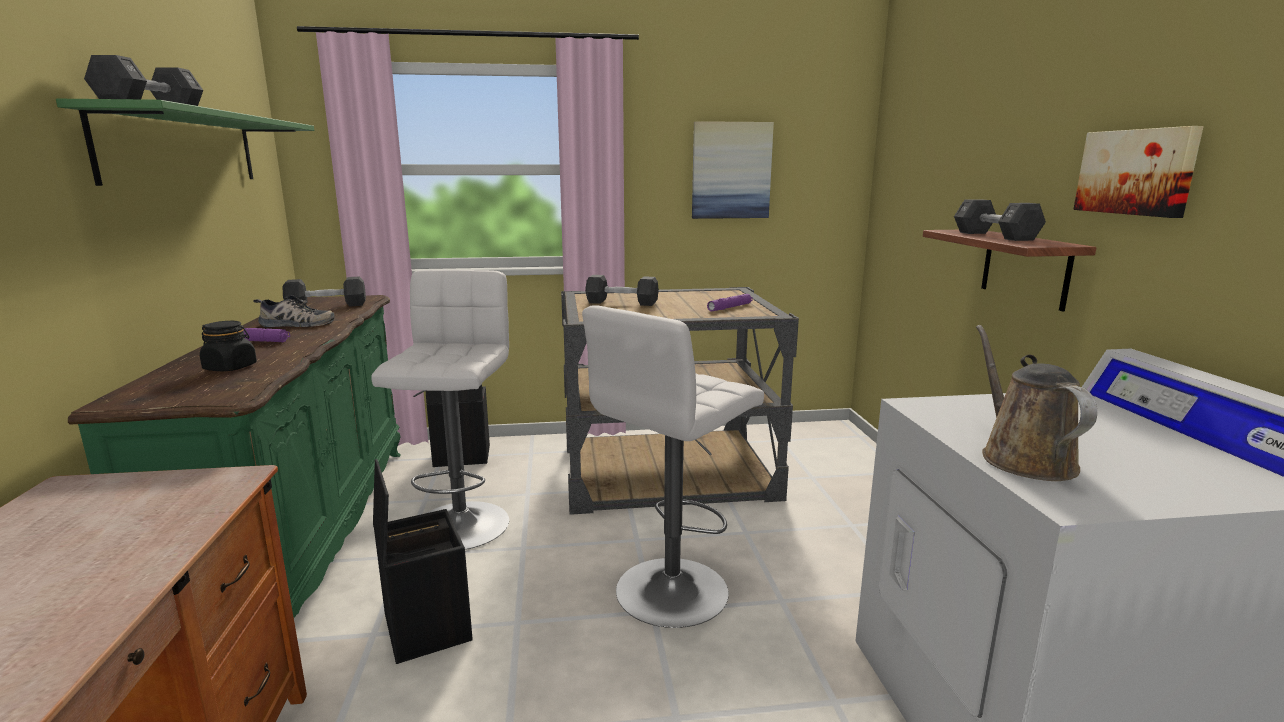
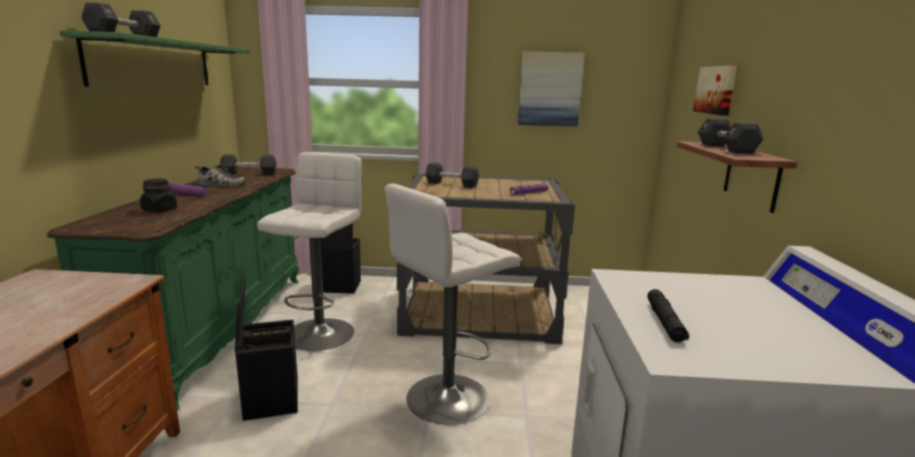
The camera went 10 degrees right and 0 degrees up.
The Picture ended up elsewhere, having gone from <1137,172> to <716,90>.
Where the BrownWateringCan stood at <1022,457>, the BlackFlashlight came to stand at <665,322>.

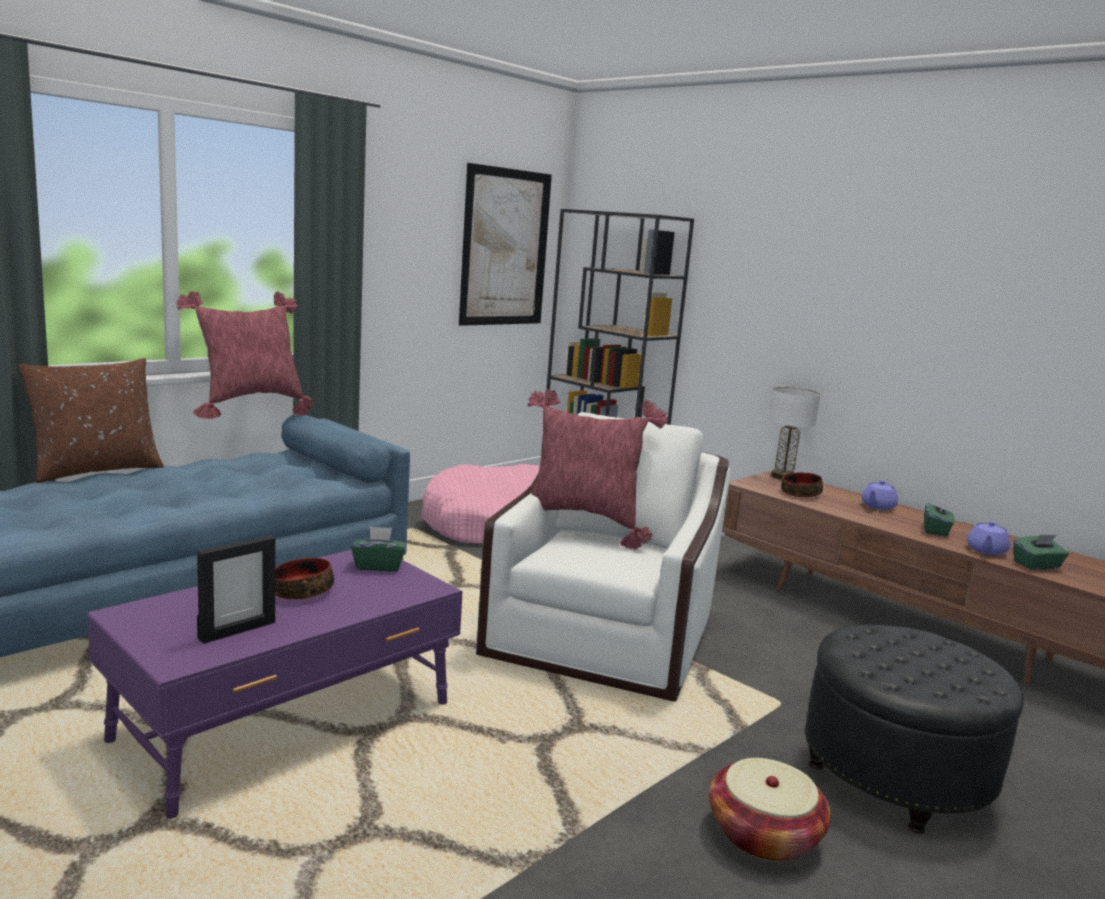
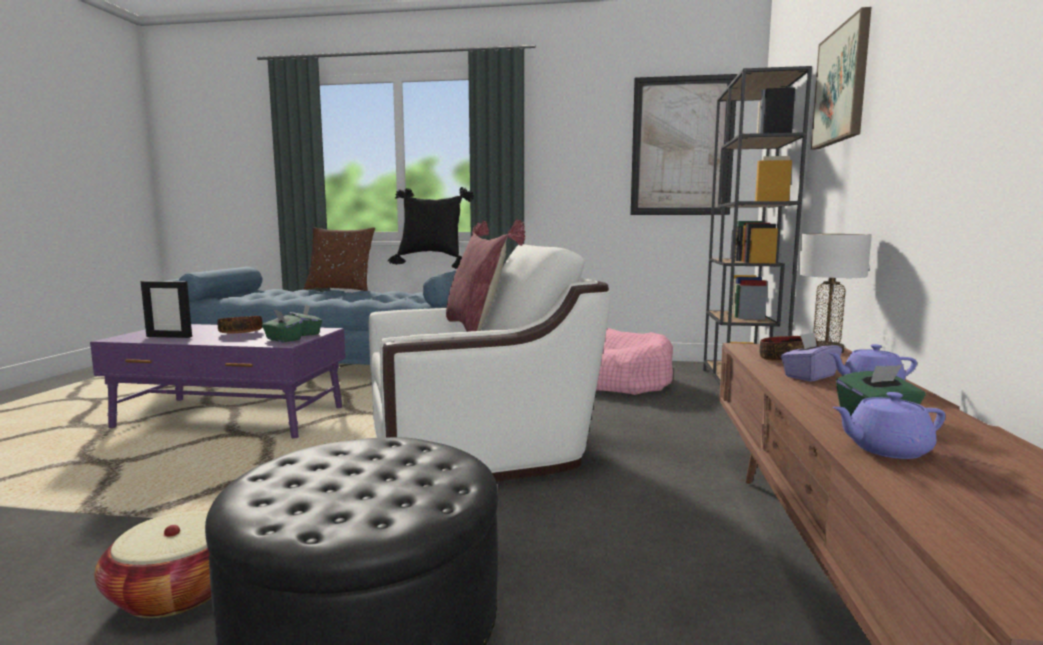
The camera went 55 degrees right and 5 degrees down.
What was the RedPillow at <248,416> turned into the BlackPillow at <432,268>.
The GreenTissueBox ended up elsewhere, having gone from <1037,565> to <283,339>.
The second view gained the Picture at <842,85>.
The second view gained the PurpleTissueBox at <809,376>.

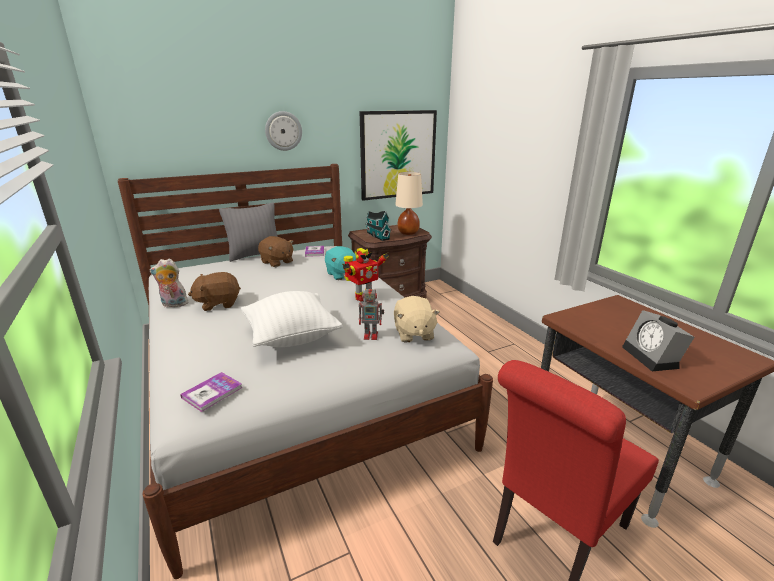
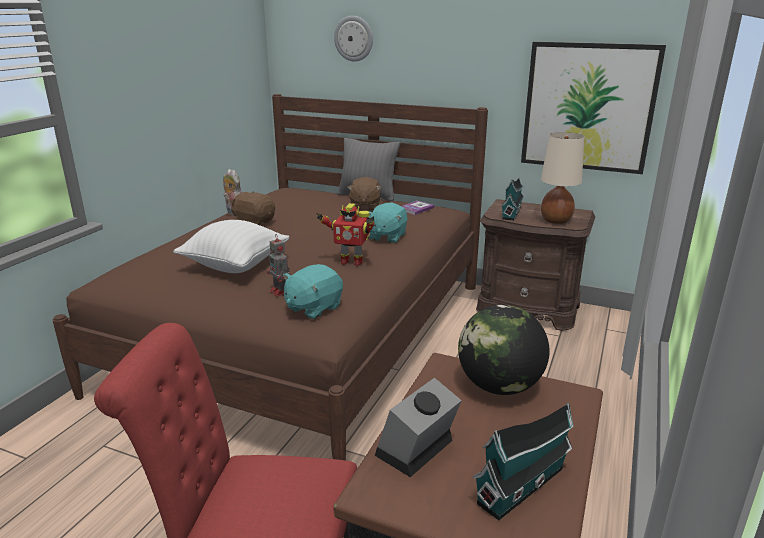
The camera went 50 degrees right and 0 degrees up.
The WallClock ended up elsewhere, having gone from <283,131> to <354,38>.
What was the WhiteBed at <292,385> turned into the BrownBed at <306,334>.
What was the BeigePlushToy at <413,334> turned into the TurquoisePlushToy at <313,308>.
The second view lost the Book at <212,392>.
The second view gained the Globe at <499,386>.
The second view gained the ToyHouse at <523,484>.

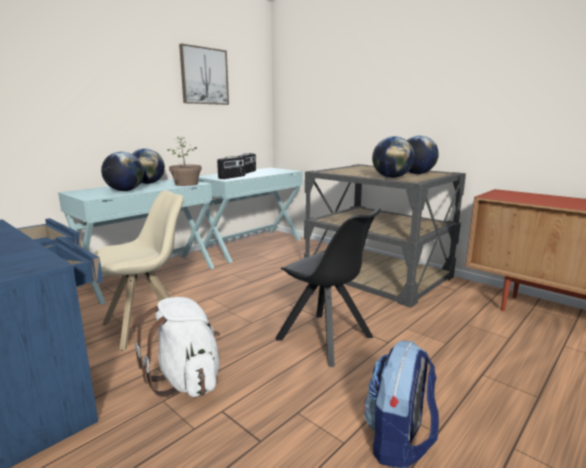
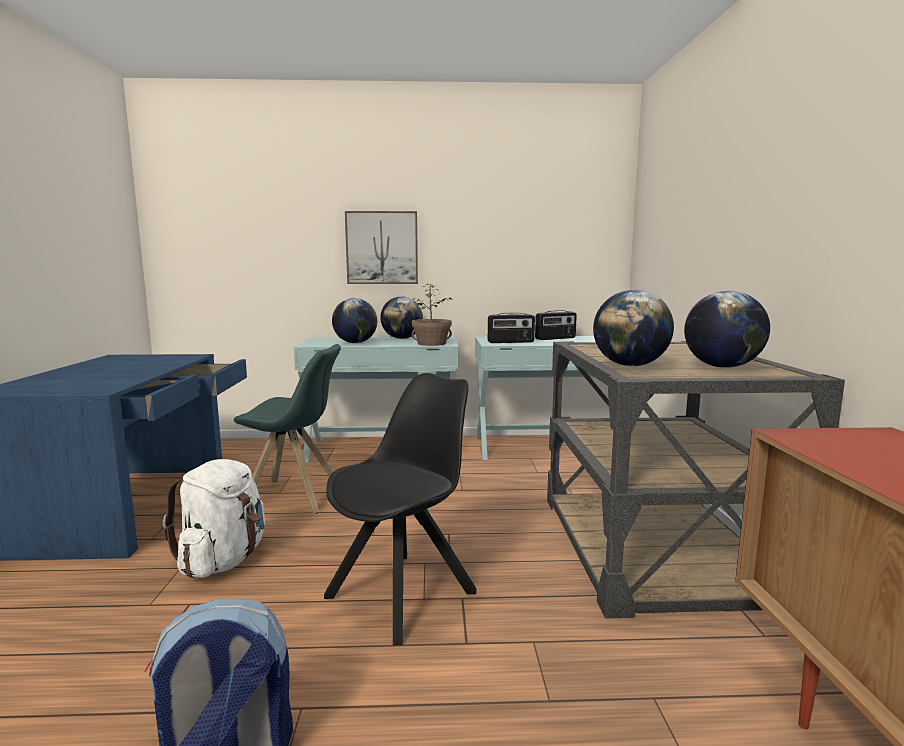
The camera went 45 degrees right and 5 degrees down.
The Picture ended up elsewhere, having gone from <204,76> to <382,248>.
What was the BeigeChair at <147,325> turned into the TurquoiseChair at <294,496>.
The BlackChair at <326,339> ended up facing another way, 135 degrees counterclockwise from before.

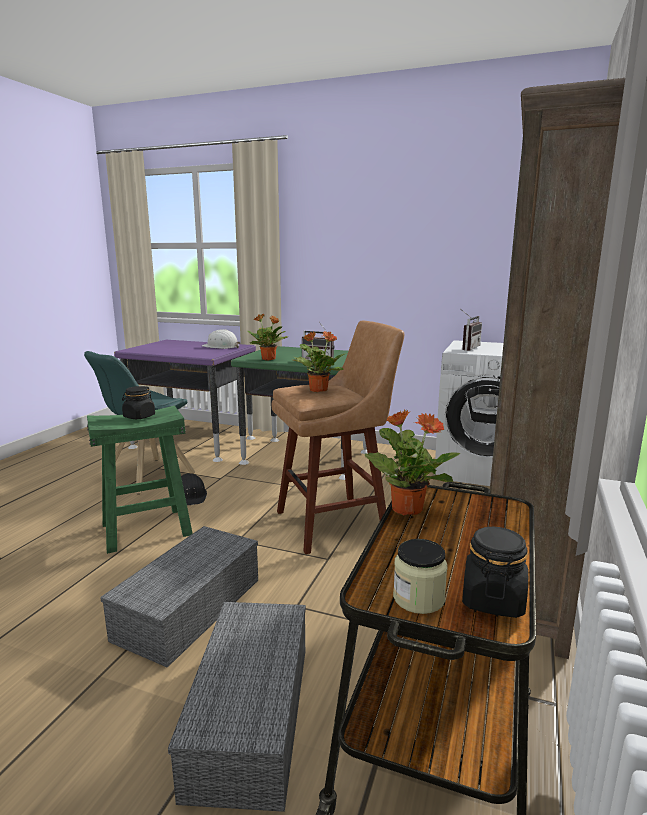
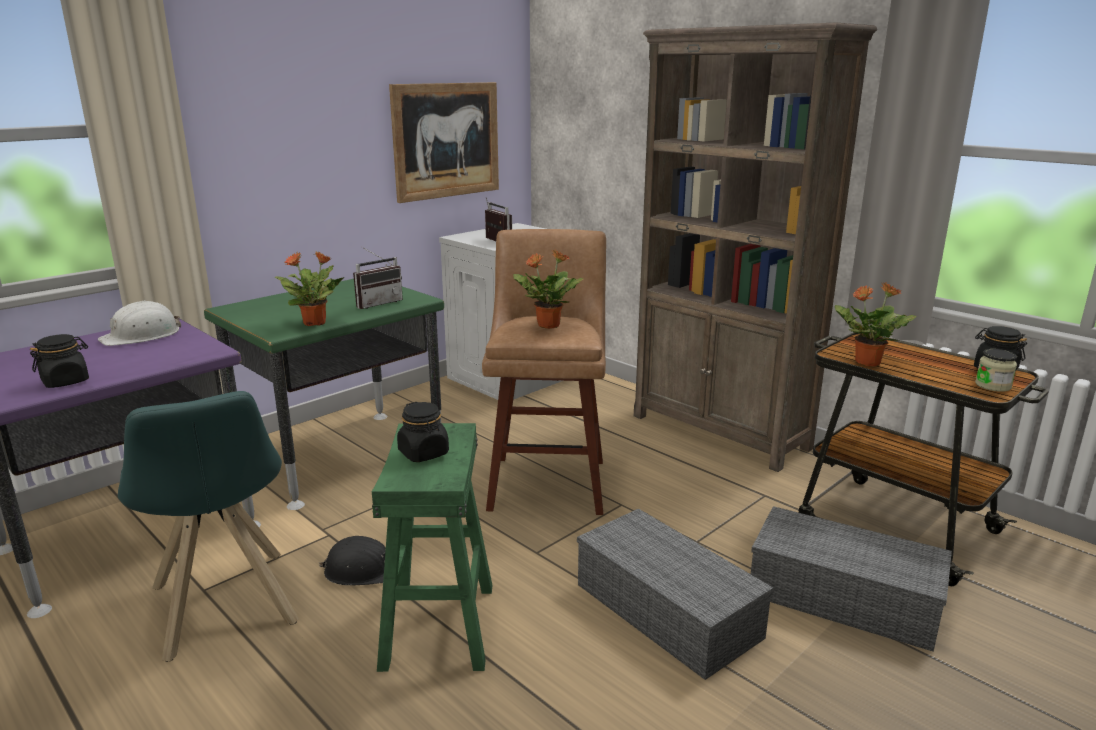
The camera went 65 degrees left and 5 degrees up.
The second view gained the Picture at <446,140>.
The second view gained the BlackJar at <66,381>.

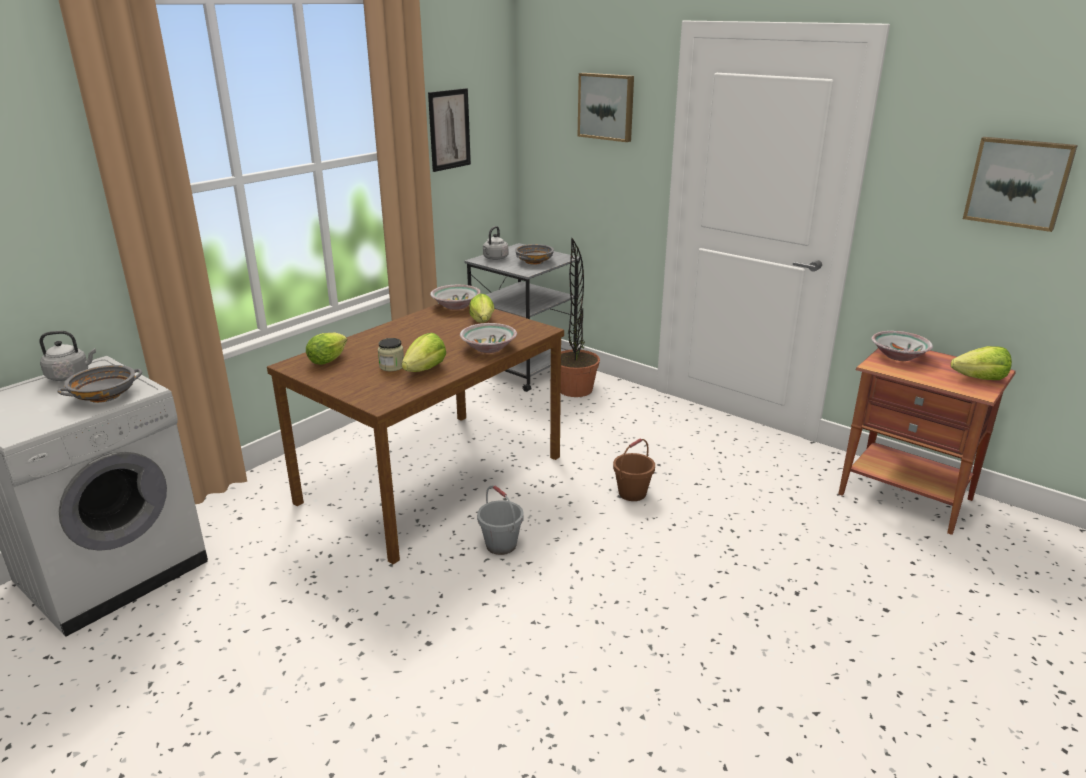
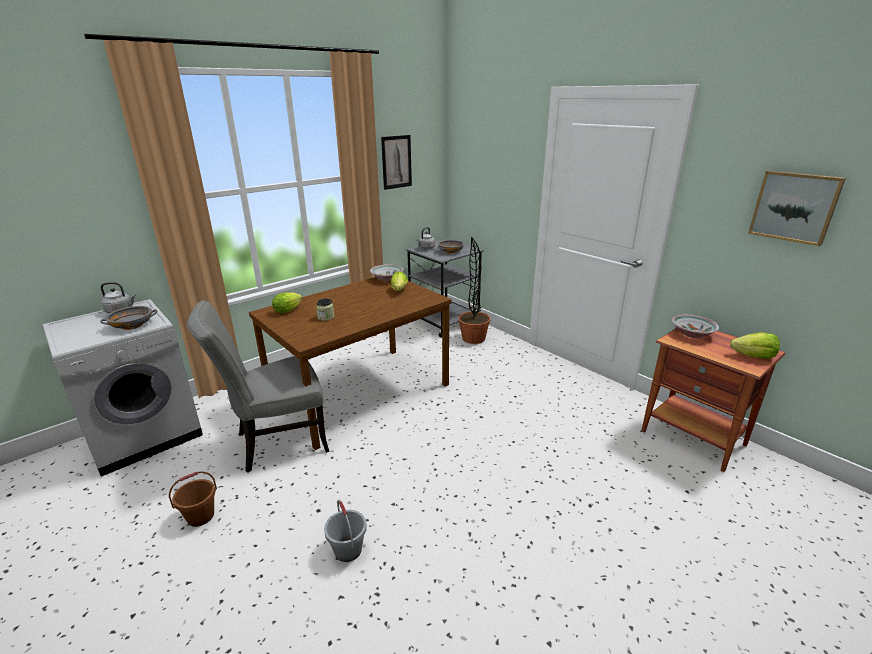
The camera went 10 degrees right and 0 degrees up.
The second view lost the Picture at <607,106>.
The second view lost the Bowl at <489,348>.
The second view lost the Lettuce at <425,369>.
The BrownBucket ended up elsewhere, having gone from <632,493> to <200,516>.
The GreyBucket ended up elsewhere, having gone from <500,545> to <348,550>.
The second view gained the GreyChair at <276,442>.

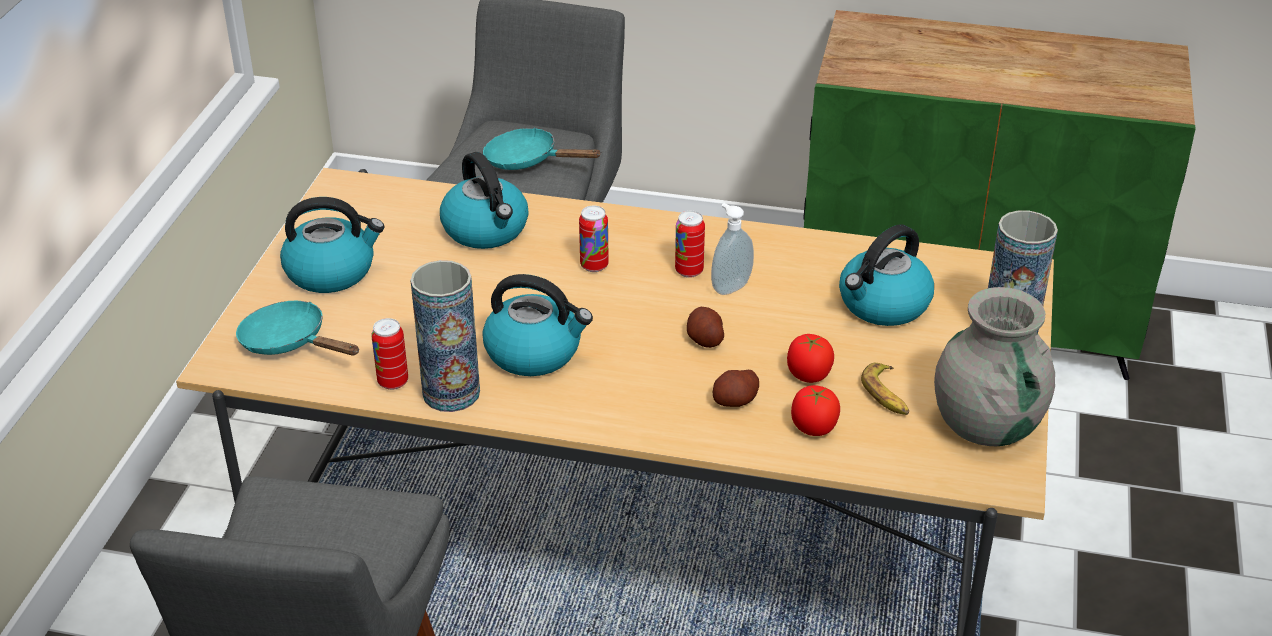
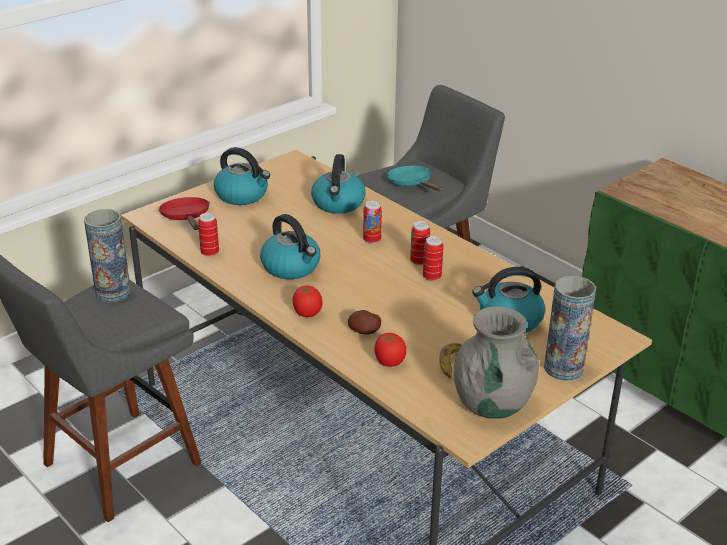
The camera went 35 degrees right and 5 degrees down.
Where the SoapDispenser stood at <729,286>, the Can came to stand at <432,277>.
The Vase ended up elsewhere, having gone from <451,393> to <113,292>.
What was the TurquoiseFryingPan at <290,342> turned into the RedFryingPan at <186,218>.
The second view lost the Potato at <705,339>.
The Tomato ended up elsewhere, having gone from <808,376> to <307,313>.

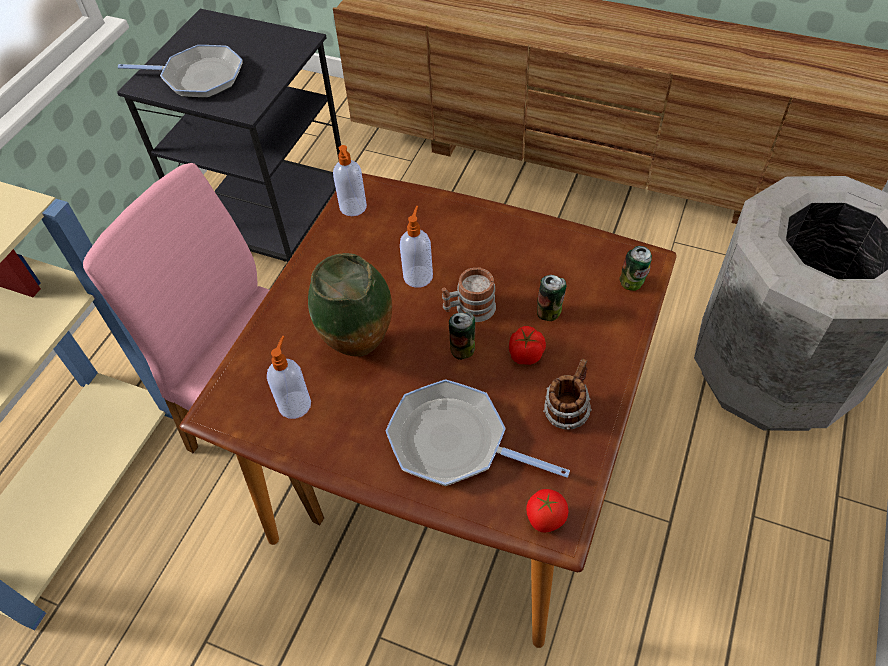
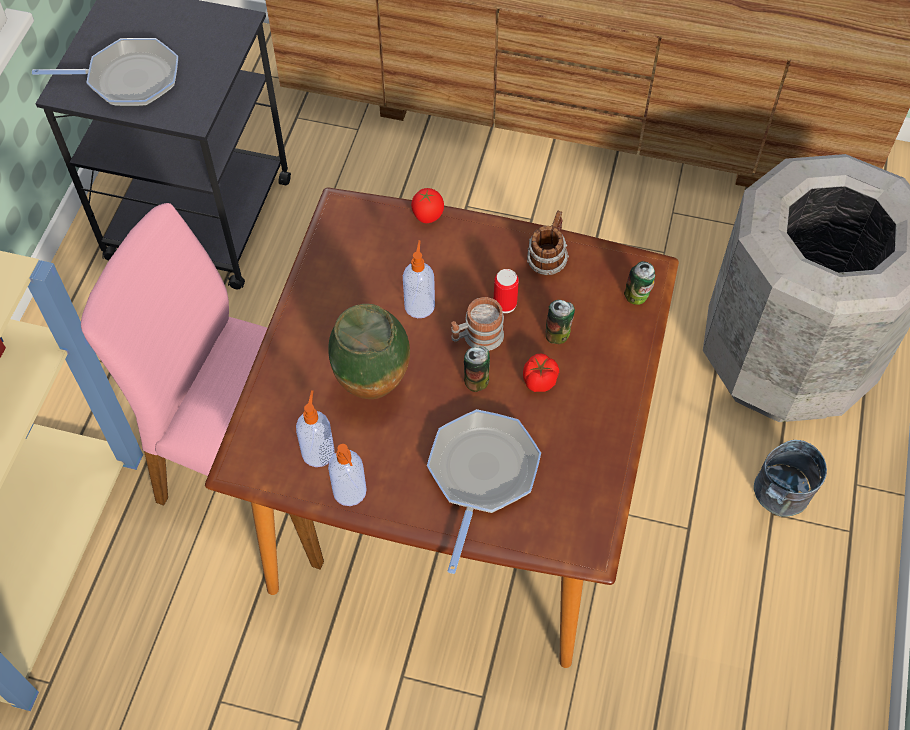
The camera went 10 degrees left and 5 degrees up.
The SoapDispenser ended up elsewhere, having gone from <353,207> to <350,492>.
The Mug ended up elsewhere, having gone from <566,410> to <547,259>.
The FryingPan at <454,441> ended up facing another way, 90 degrees clockwise from before.
The Tomato ended up elsewhere, having gone from <545,520> to <427,217>.
The second view gained the Can at <505,304>.
The second view gained the GreyBucket at <777,500>.

